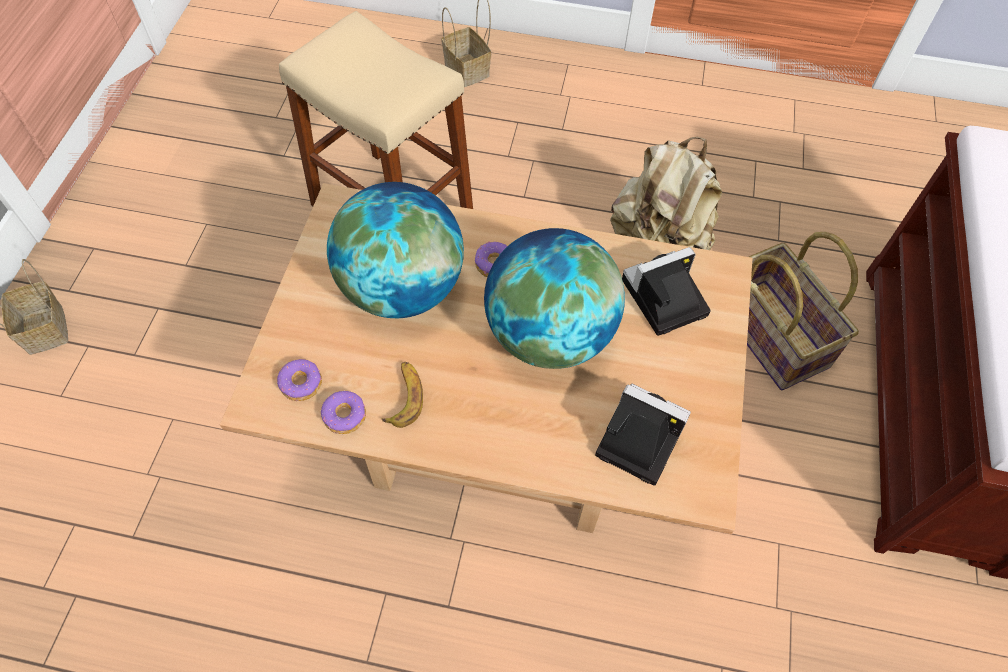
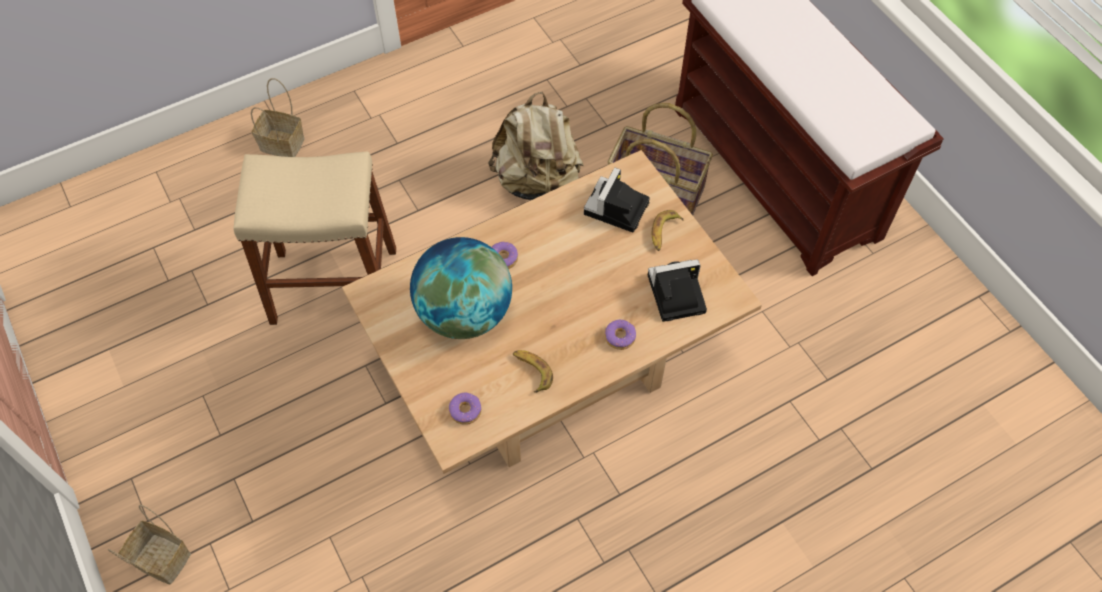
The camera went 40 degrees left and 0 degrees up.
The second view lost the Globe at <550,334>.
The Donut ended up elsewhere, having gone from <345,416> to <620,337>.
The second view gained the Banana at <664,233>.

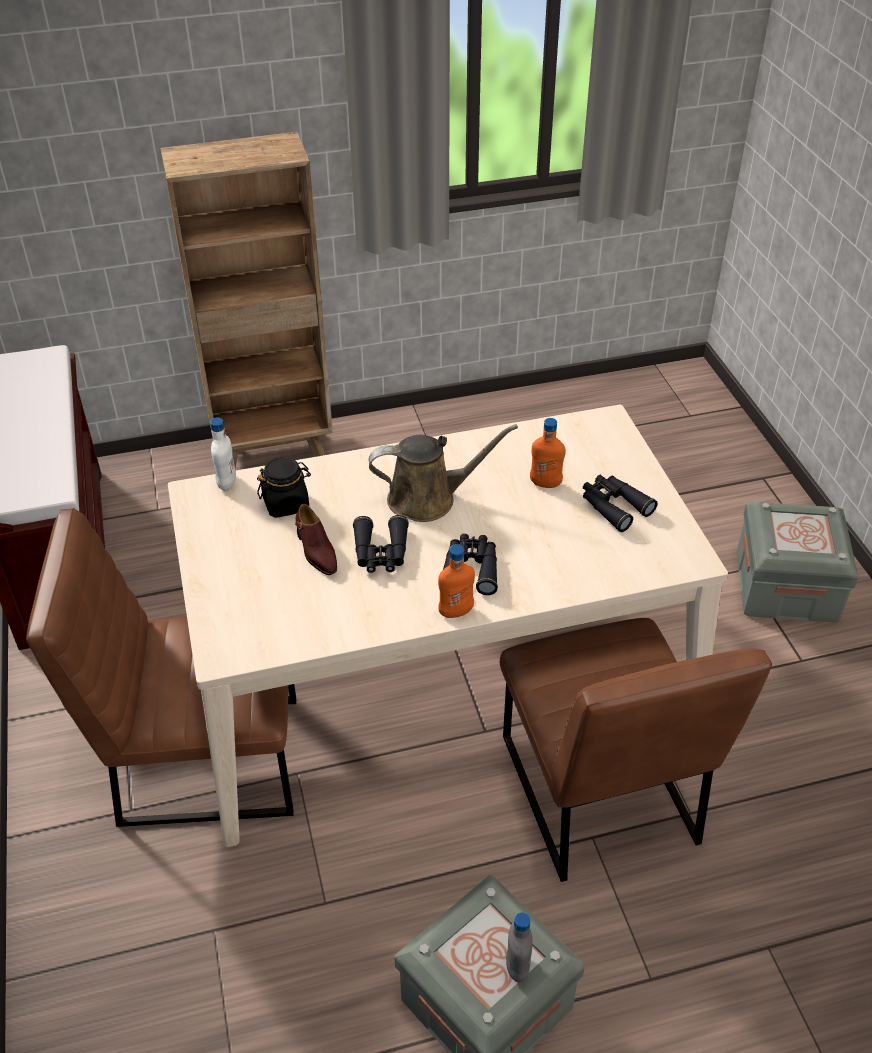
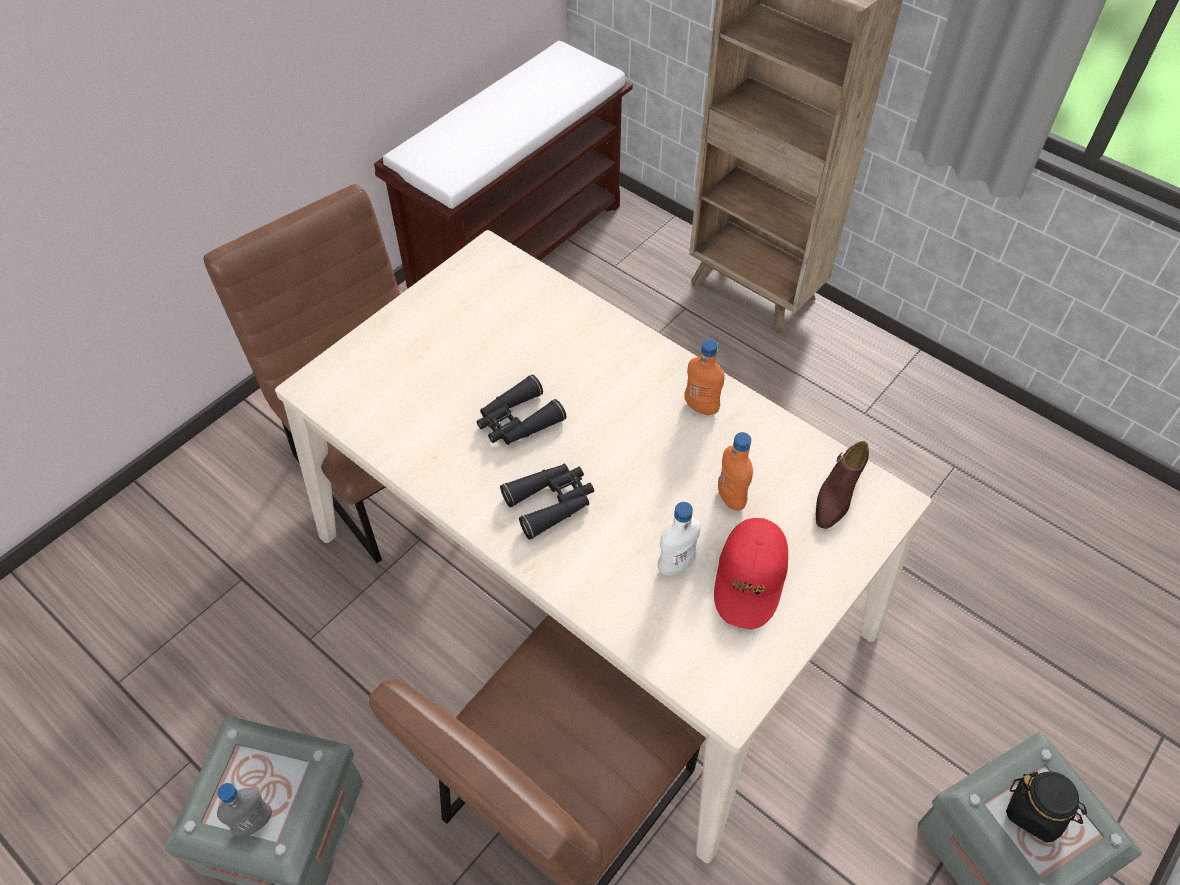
The camera went 55 degrees right and 10 degrees up.
The WhiteBottle ended up elsewhere, having gone from <227,483> to <676,565>.
The second view lost the BrownWateringCan at <428,499>.
The BlackJar ended up elsewhere, having gone from <286,504> to <1035,812>.
Where the BlackBinoculars stood at <613,506>, the RedCap came to stand at <750,578>.
The BrownShoe ended up elsewhere, having gone from <316,551> to <837,493>.
The OrangeBottle ended up elsewhere, having gone from <456,612> to <701,407>.

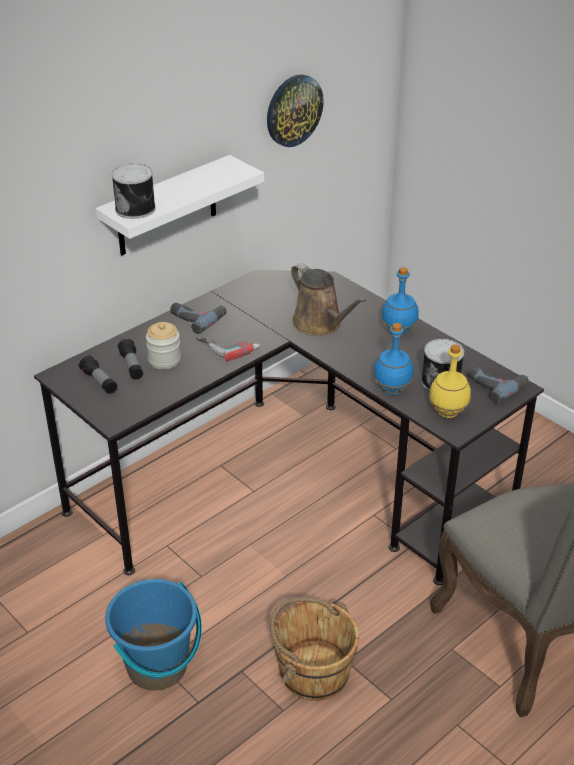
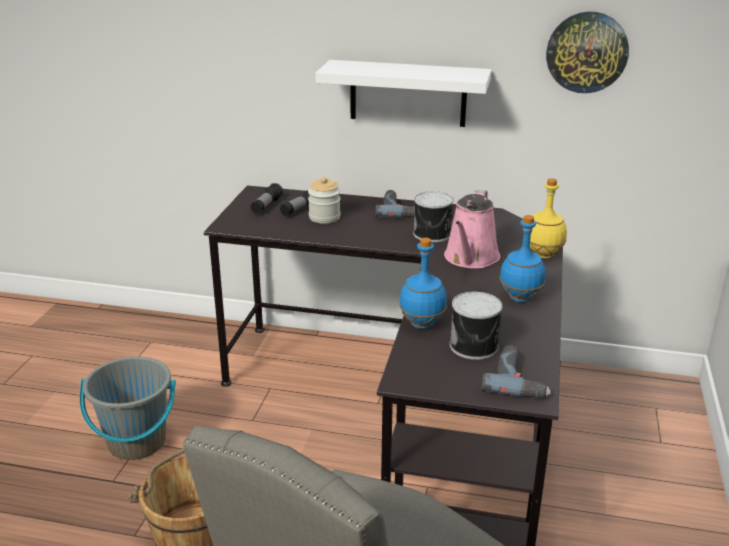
The camera went 55 degrees right and 10 degrees down.
The Can ended up elsewhere, having gone from <136,208> to <433,234>.
What was the BrownWateringCan at <320,324> turned into the PinkWateringCan at <470,259>.
The second view lost the PowerDrill at <228,346>.
The YellowBottle ended up elsewhere, having gone from <447,413> to <542,255>.
What was the BlueBucket at <157,666> turned into the GreyBucket at <136,442>.

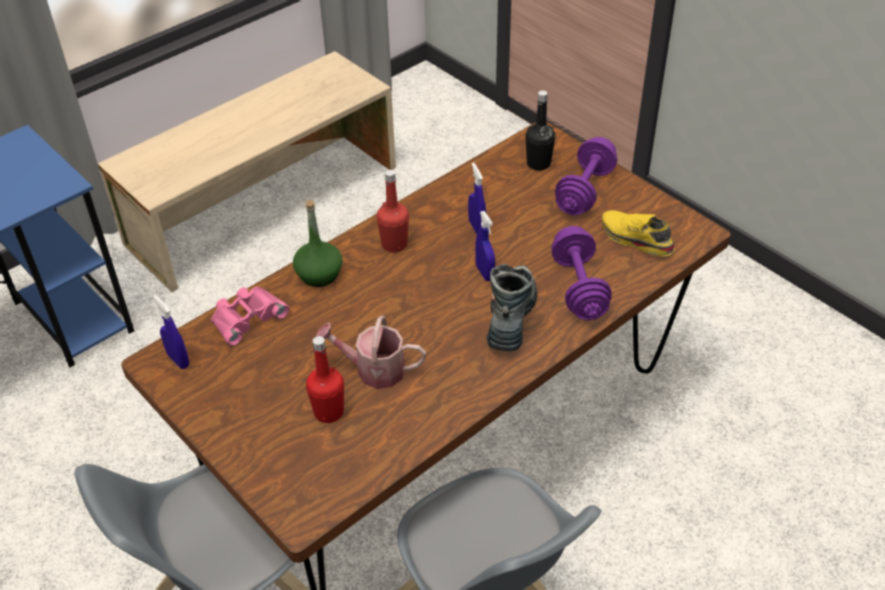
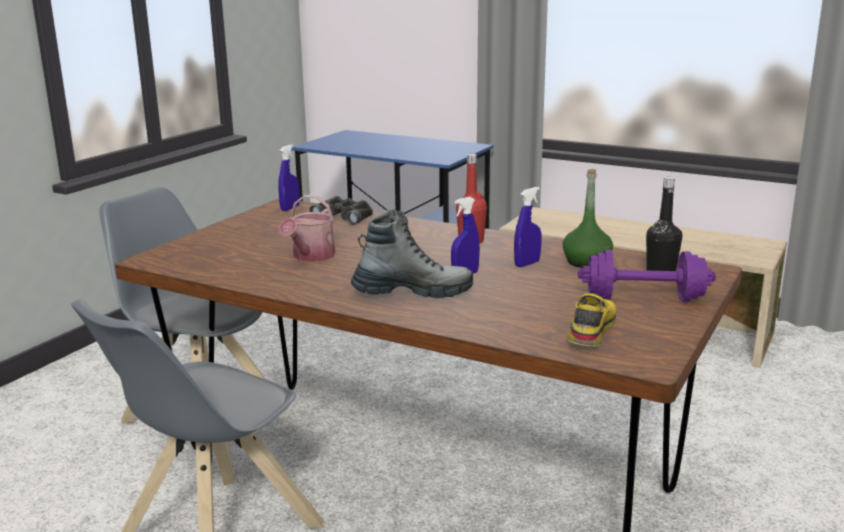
The camera went 70 degrees right and 25 degrees down.
The GreenBottle ended up elsewhere, having gone from <319,274> to <586,262>.
The second view lost the PurpleDumbbell at <579,288>.
What was the PinkBinoculars at <247,317> turned into the BlackBinoculars at <345,216>.
The WateringCan at <373,370> ended up facing another way, 150 degrees counterclockwise from before.
The second view lost the RedBottle at <329,412>.

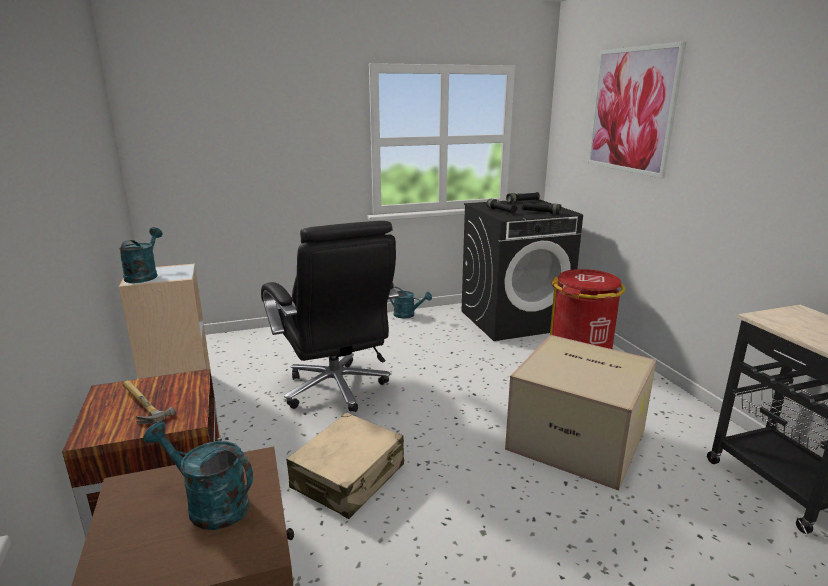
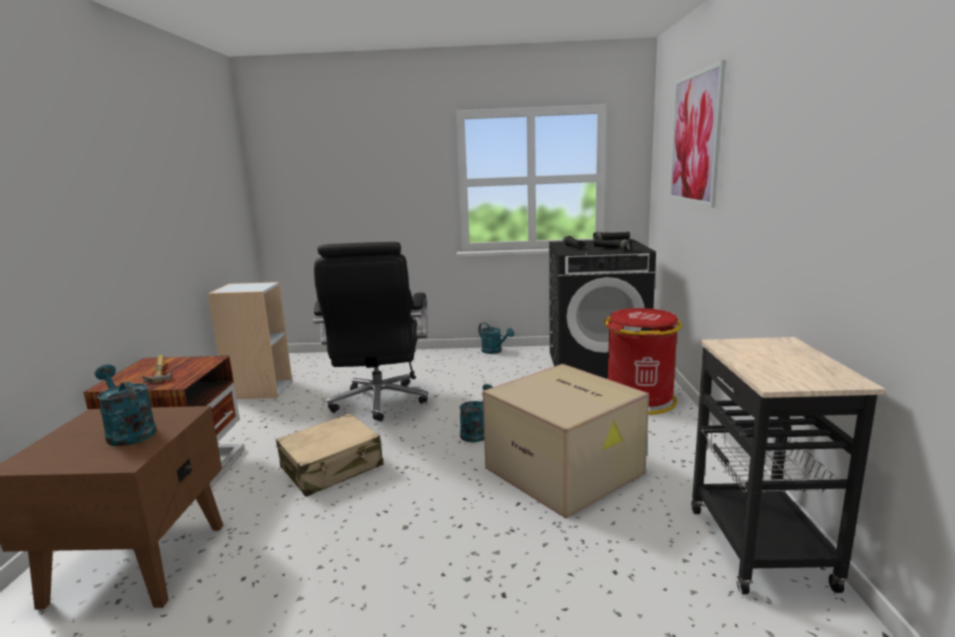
The camera went 20 degrees right and 5 degrees down.
The TurquoiseWateringCan ended up elsewhere, having gone from <144,275> to <476,432>.

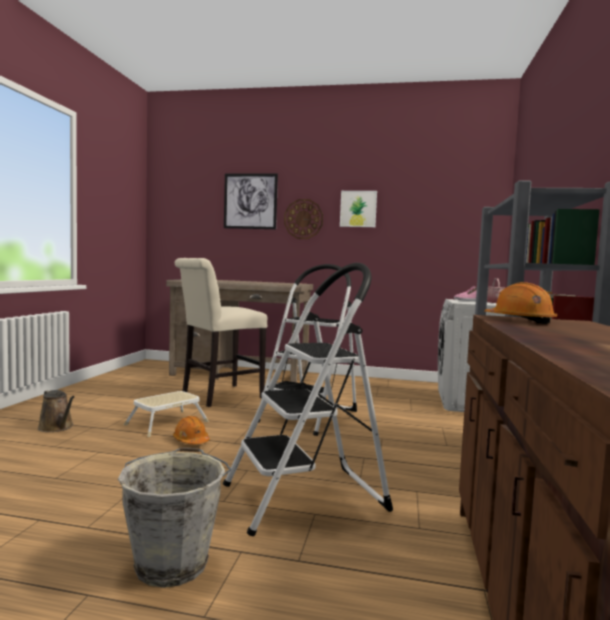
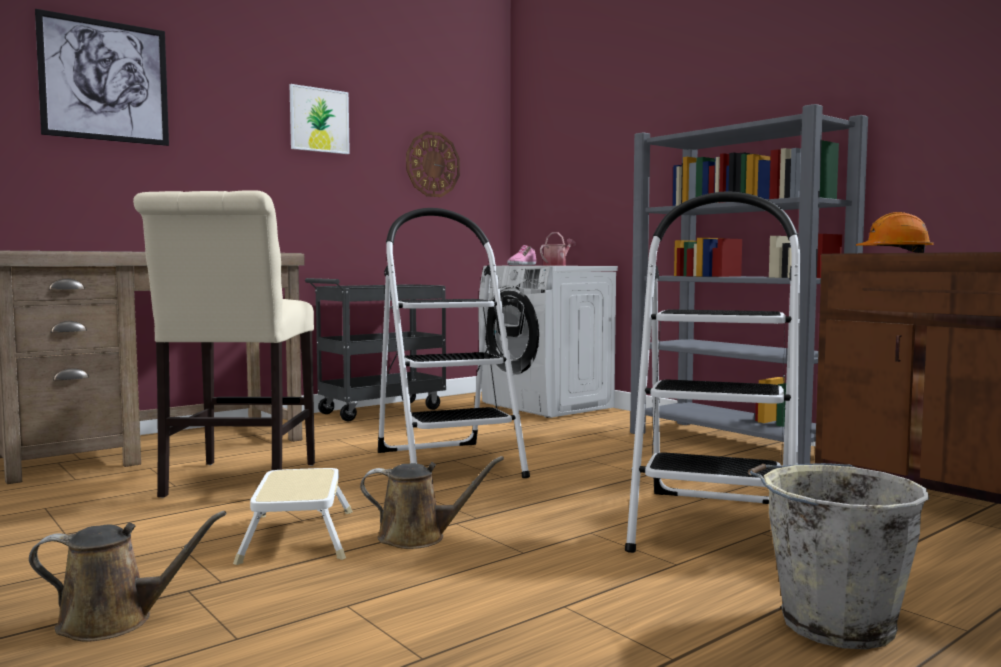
The camera went 50 degrees left and 0 degrees up.
The WallClock ended up elsewhere, having gone from <303,219> to <432,164>.
Where the OrangeHardHat stood at <191,440>, the BrownWateringCan came to stand at <418,537>.
The second view gained the GreyCart at <378,412>.

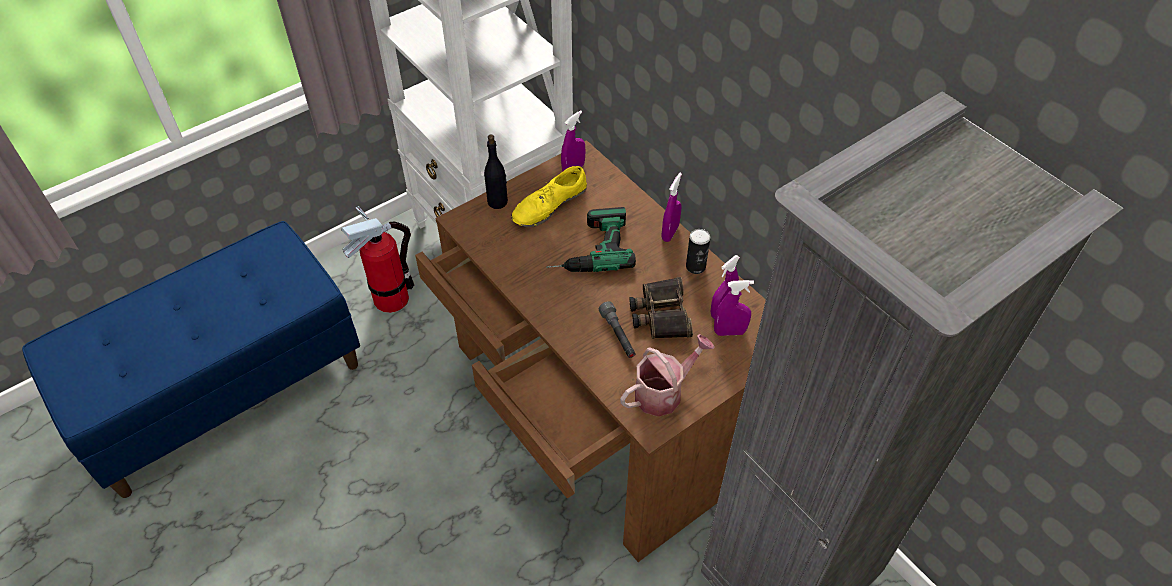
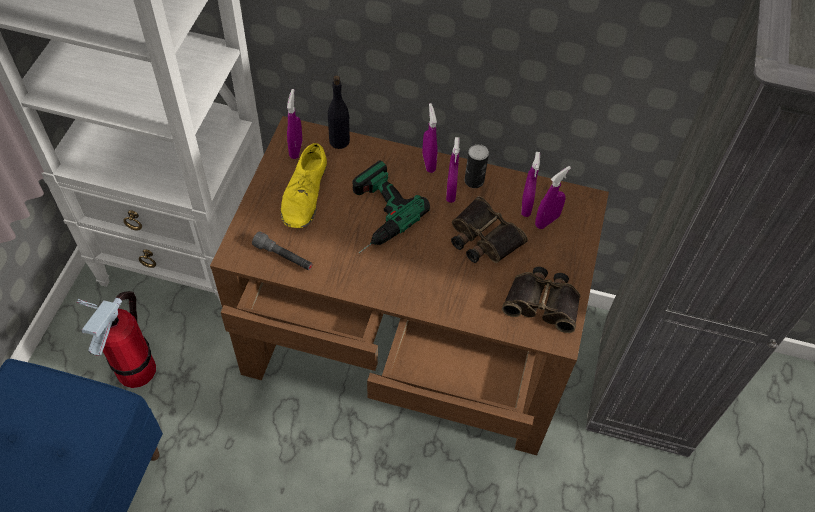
The camera went 40 degrees left and 5 degrees up.
The BlackBottle ended up elsewhere, having gone from <498,202> to <339,141>.
The GreyFlashlight ended up elsewhere, having gone from <618,335> to <283,257>.
Where the WateringCan stood at <663,392>, the Binoculars came to stand at <543,302>.
The second view gained the PurpleSprayBottle at <451,192>.

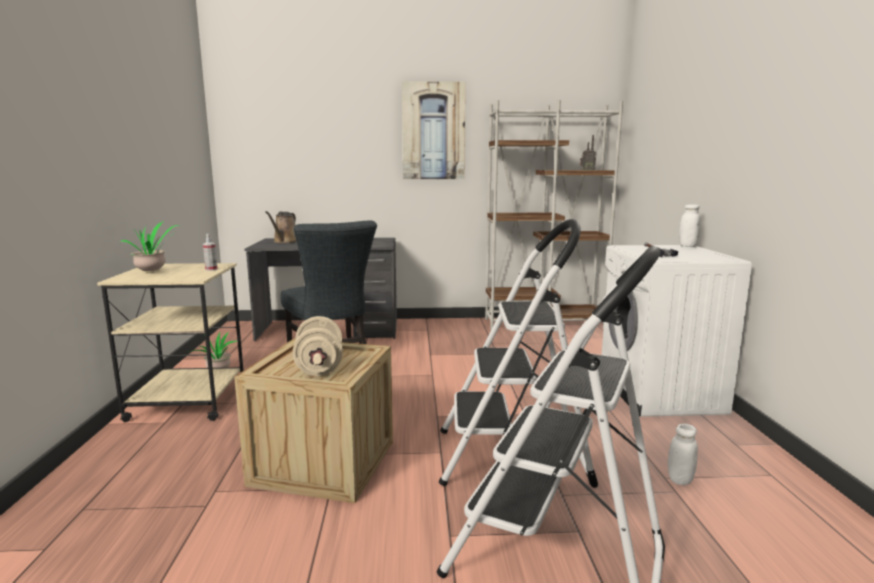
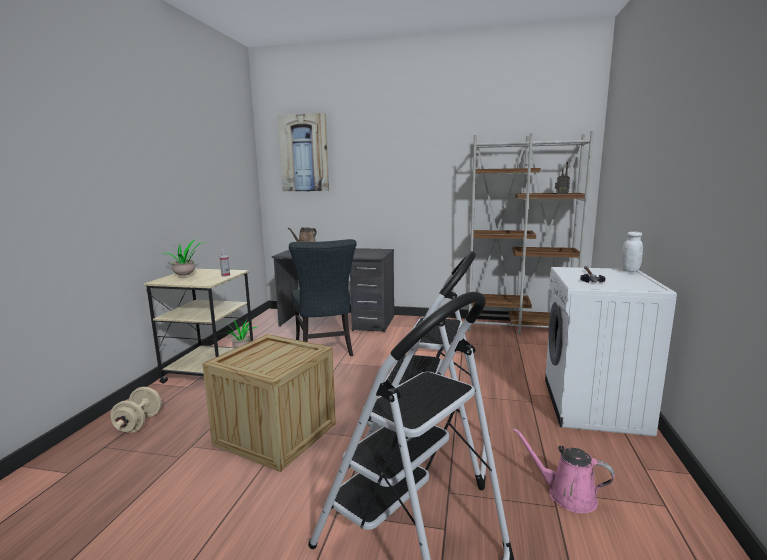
The camera went 15 degrees right and 0 degrees up.
The Picture ended up elsewhere, having gone from <433,131> to <304,153>.
The BeigeDumbbell ended up elsewhere, having gone from <319,367> to <139,423>.
Where the WhiteJar stood at <680,479>, the PinkWateringCan came to stand at <567,495>.

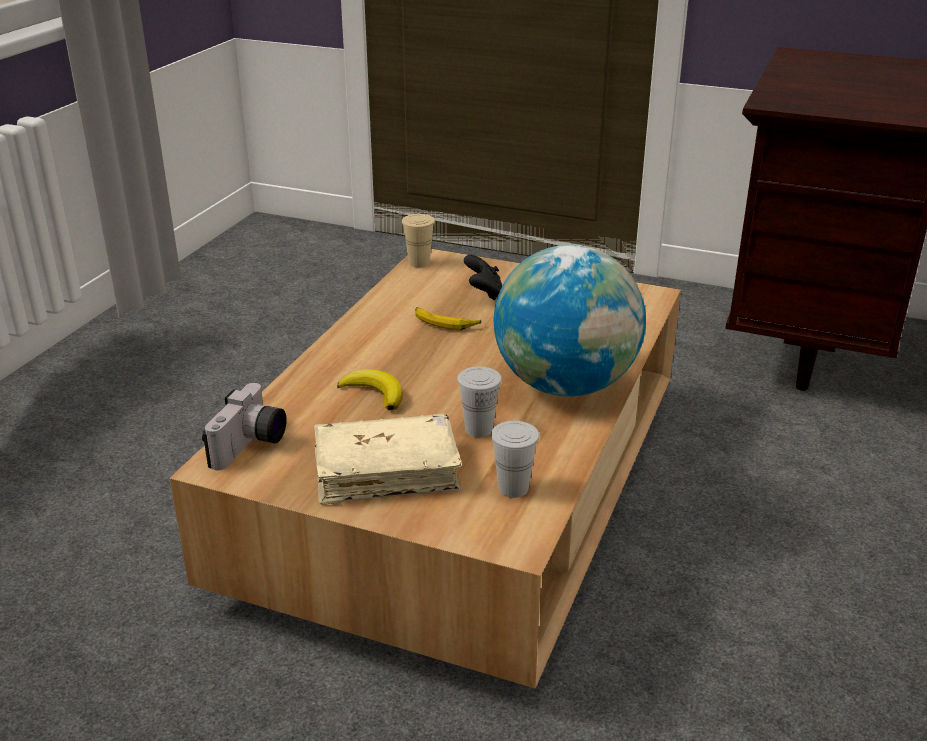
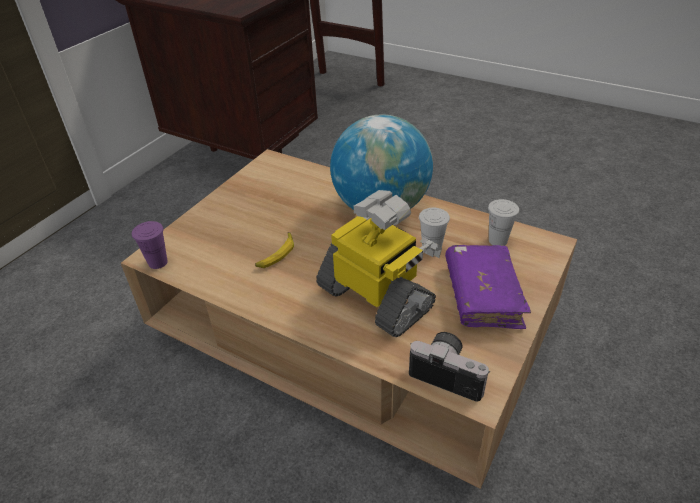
The camera went 80 degrees left and 10 degrees up.
What was the BeigeCup at <419,262> turned into the PurpleCup at <158,262>.
The second view lost the BlackGameController at <484,293>.
Where the Banana stood at <374,393>, the ToyRobot came to stand at <377,298>.
What was the BeigeBook at <386,472> turned into the PurpleBook at <482,295>.

